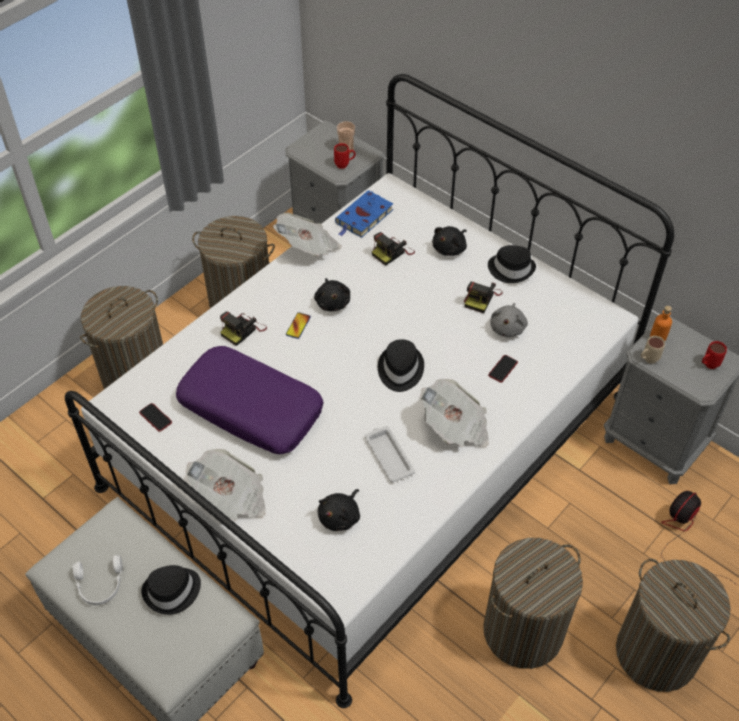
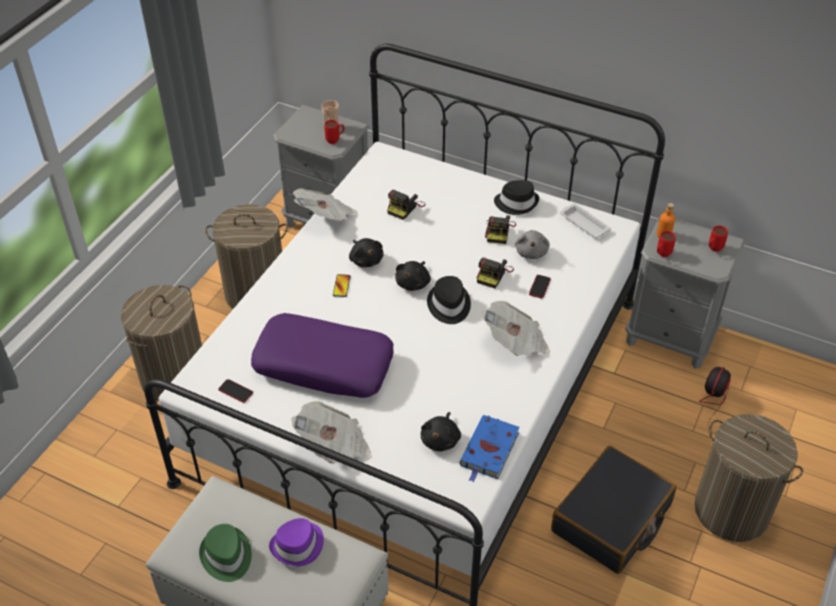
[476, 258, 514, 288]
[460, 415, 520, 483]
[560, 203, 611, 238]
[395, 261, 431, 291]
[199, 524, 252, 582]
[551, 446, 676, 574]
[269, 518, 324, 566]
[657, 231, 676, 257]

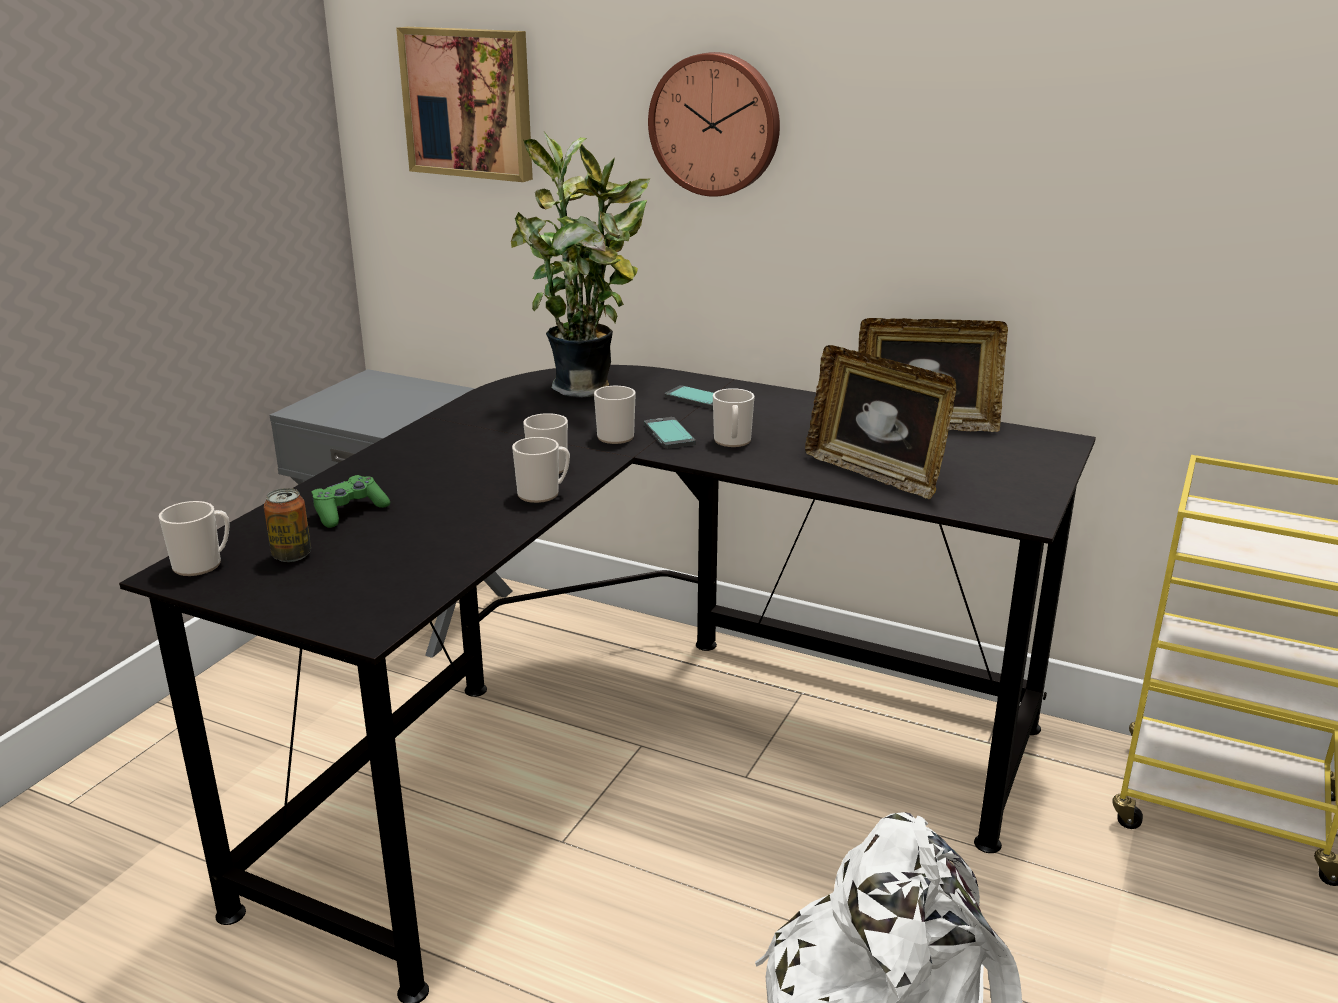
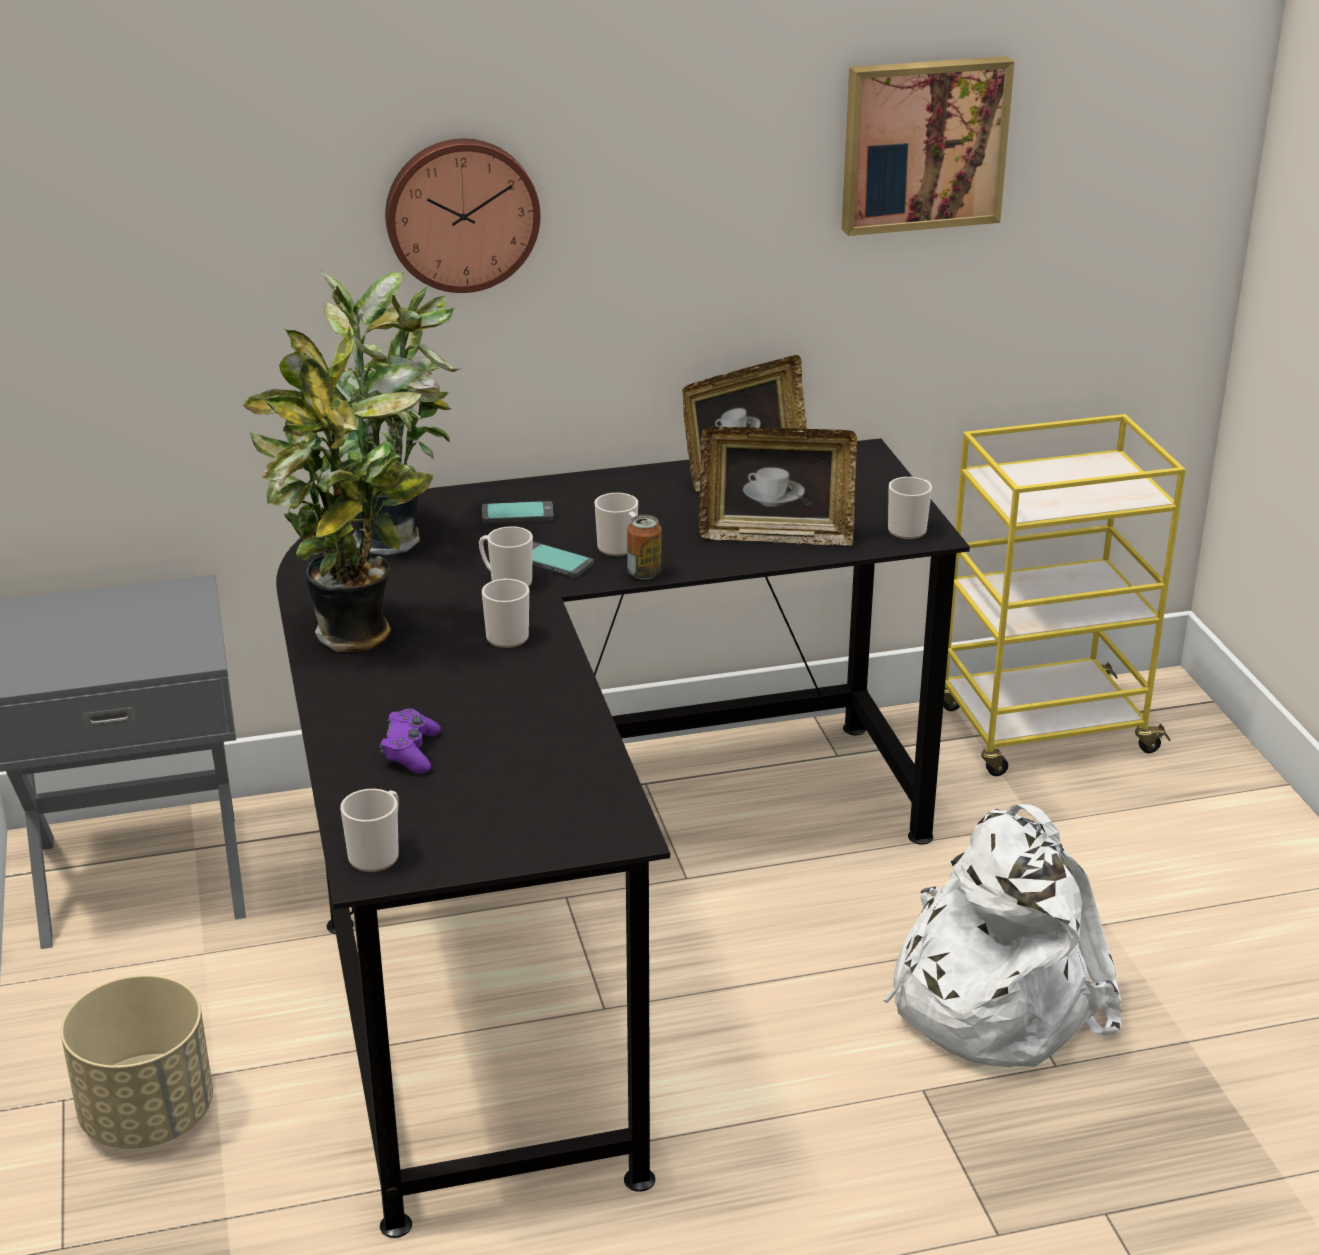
[61, 975, 213, 1149]
[242, 326, 433, 652]
[627, 515, 662, 580]
[842, 56, 1015, 236]
[888, 477, 932, 539]
[380, 708, 441, 774]

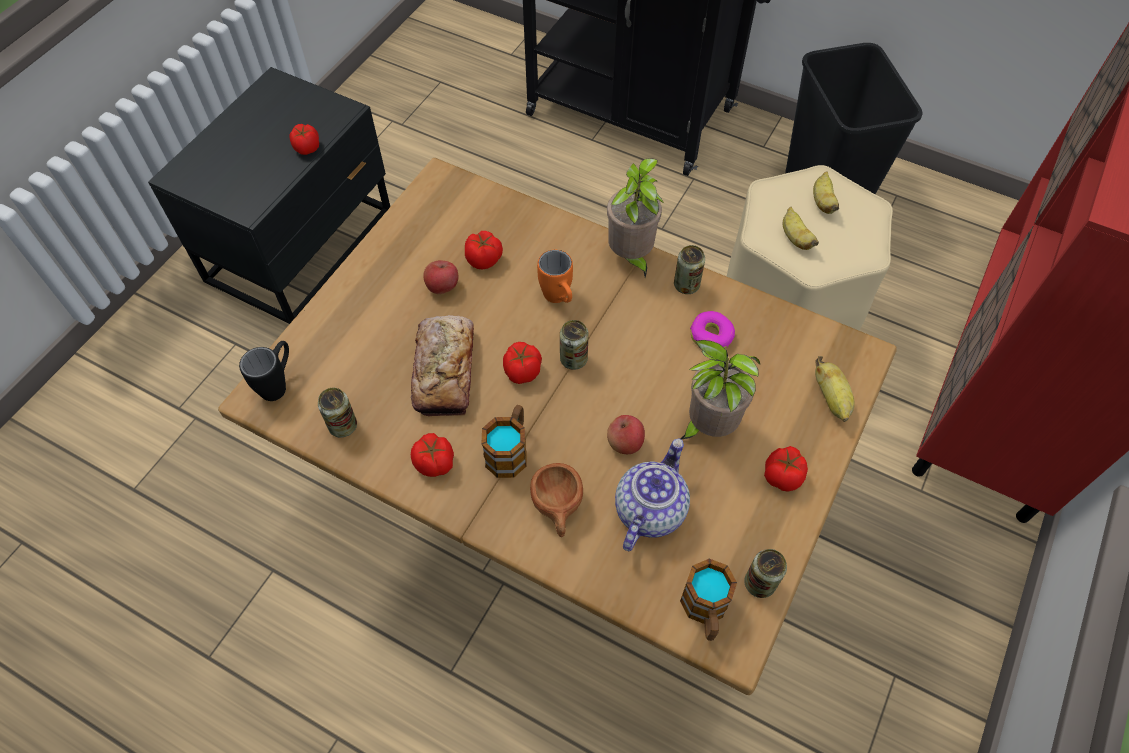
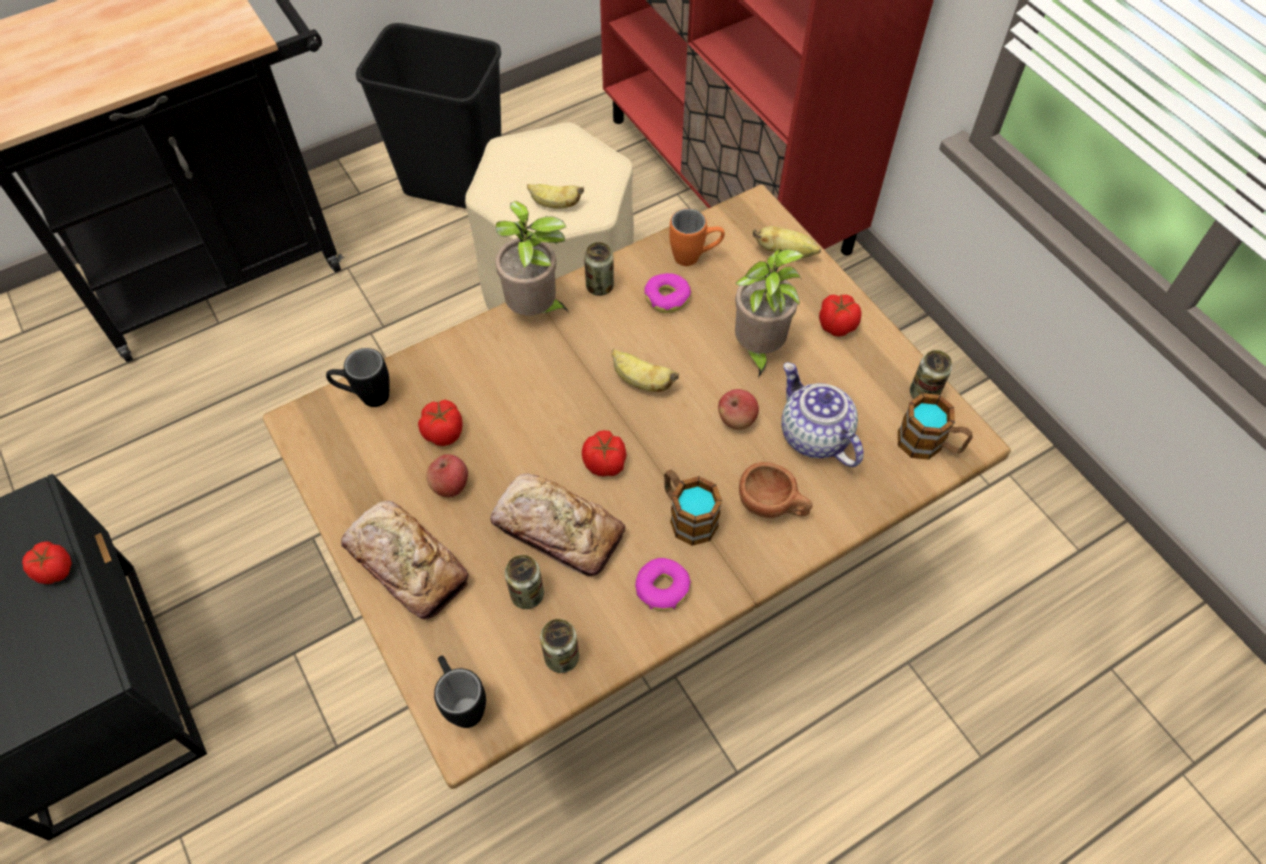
[326, 348, 390, 407]
[341, 501, 469, 619]
[669, 208, 725, 266]
[505, 555, 544, 609]
[612, 349, 679, 392]
[635, 558, 691, 611]

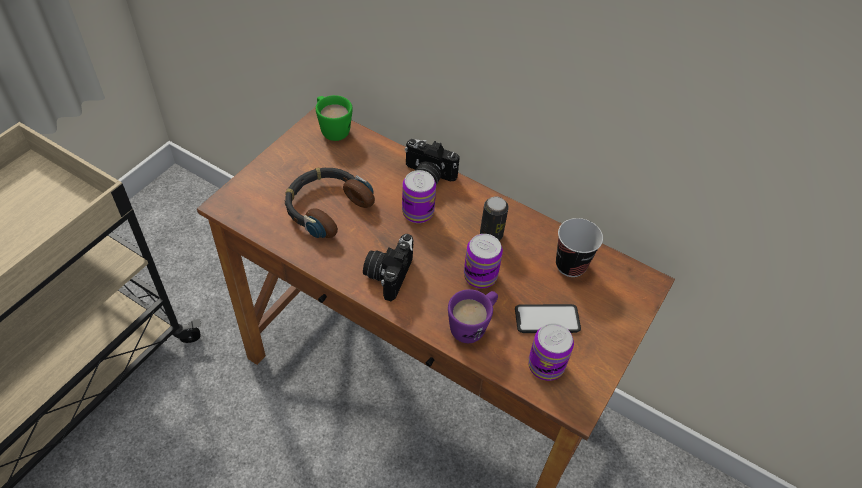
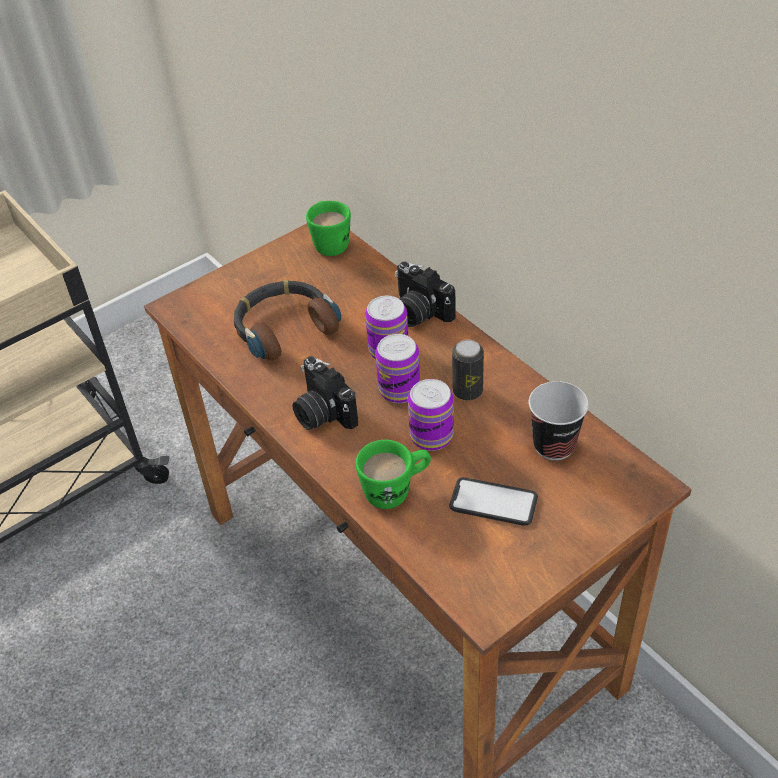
[375, 334, 420, 403]
[356, 440, 431, 509]
[292, 356, 358, 430]

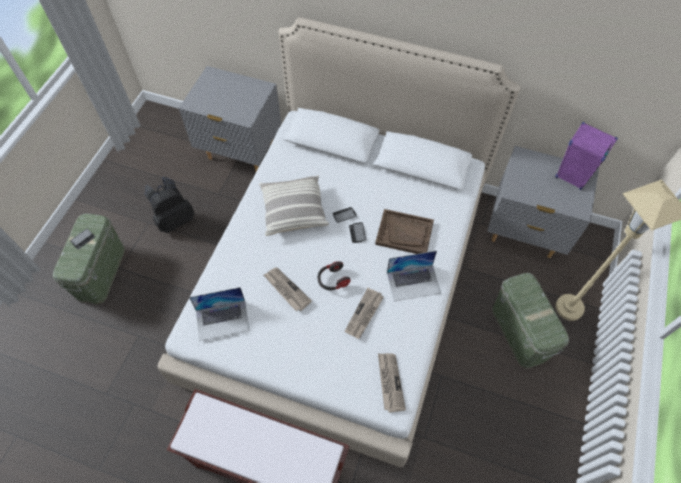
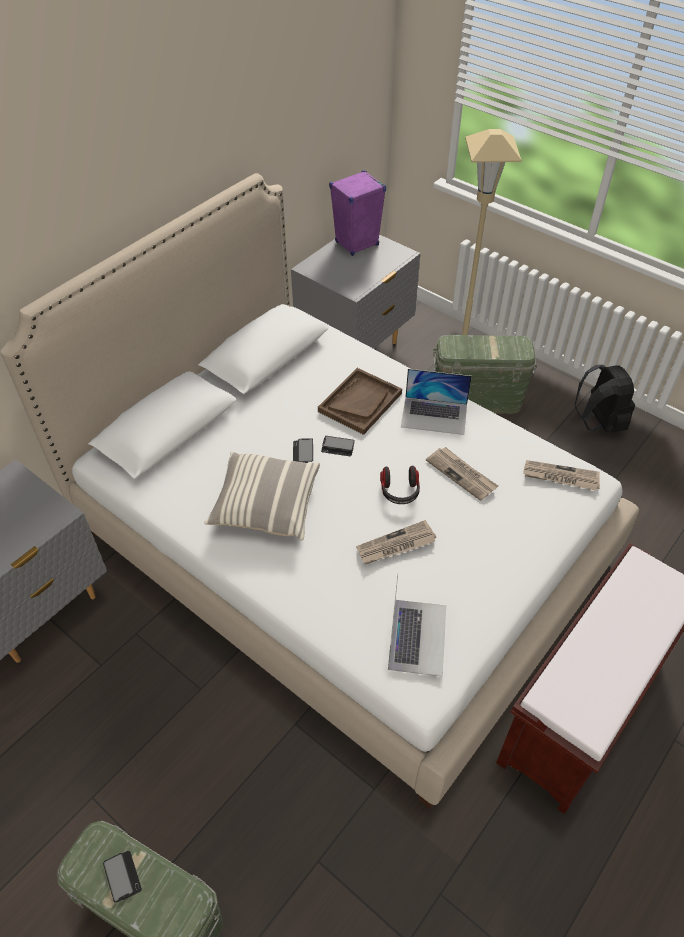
[574, 365, 635, 433]
[401, 369, 472, 435]

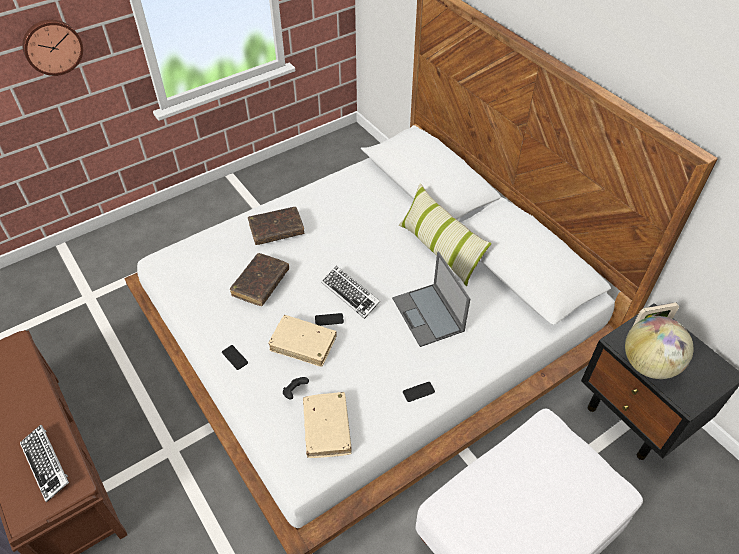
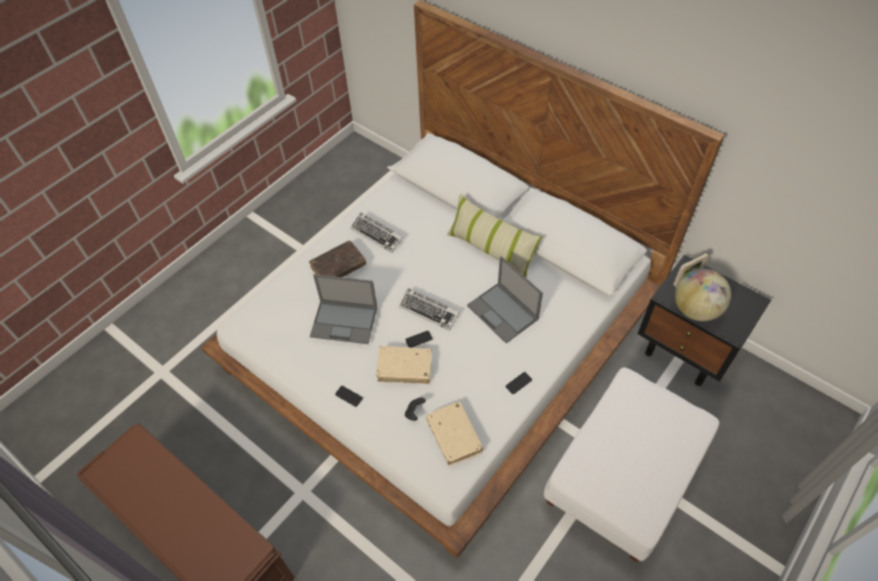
[22, 20, 83, 76] (first image)
[350, 212, 403, 253]
[310, 274, 378, 344]

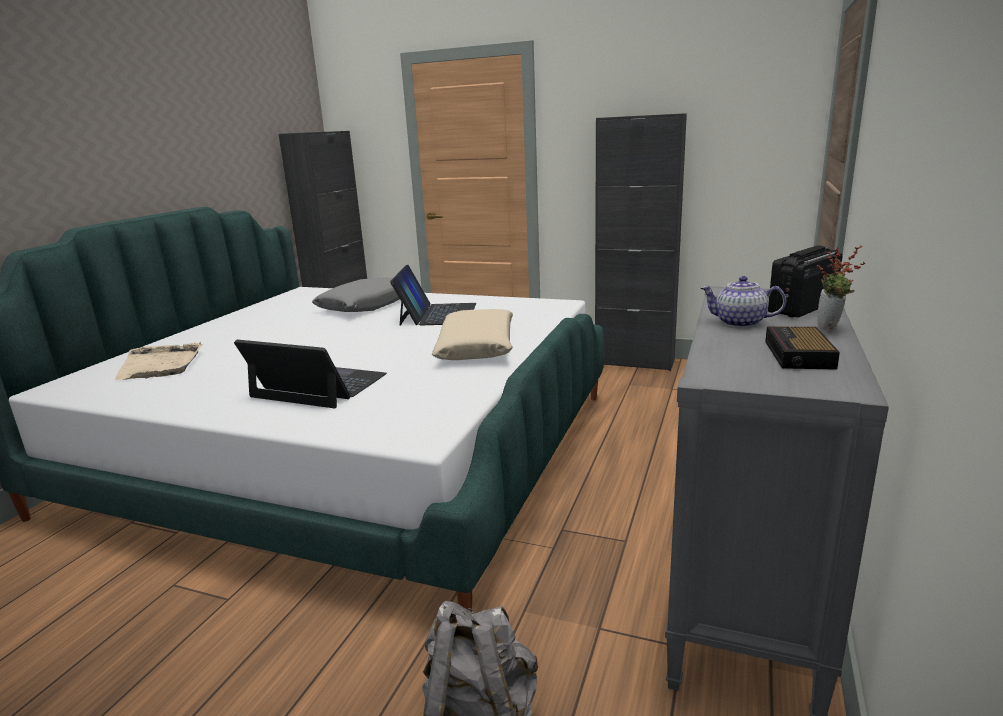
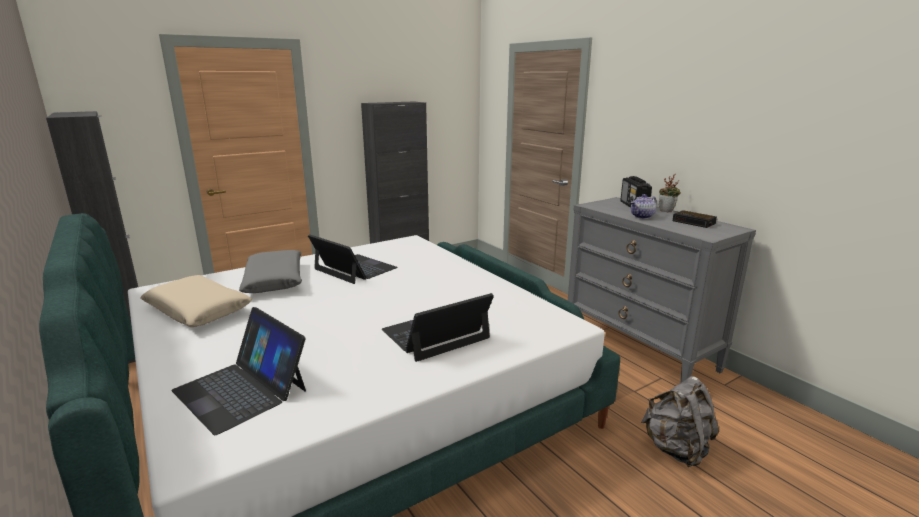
[141, 275, 252, 327]
[172, 307, 306, 435]

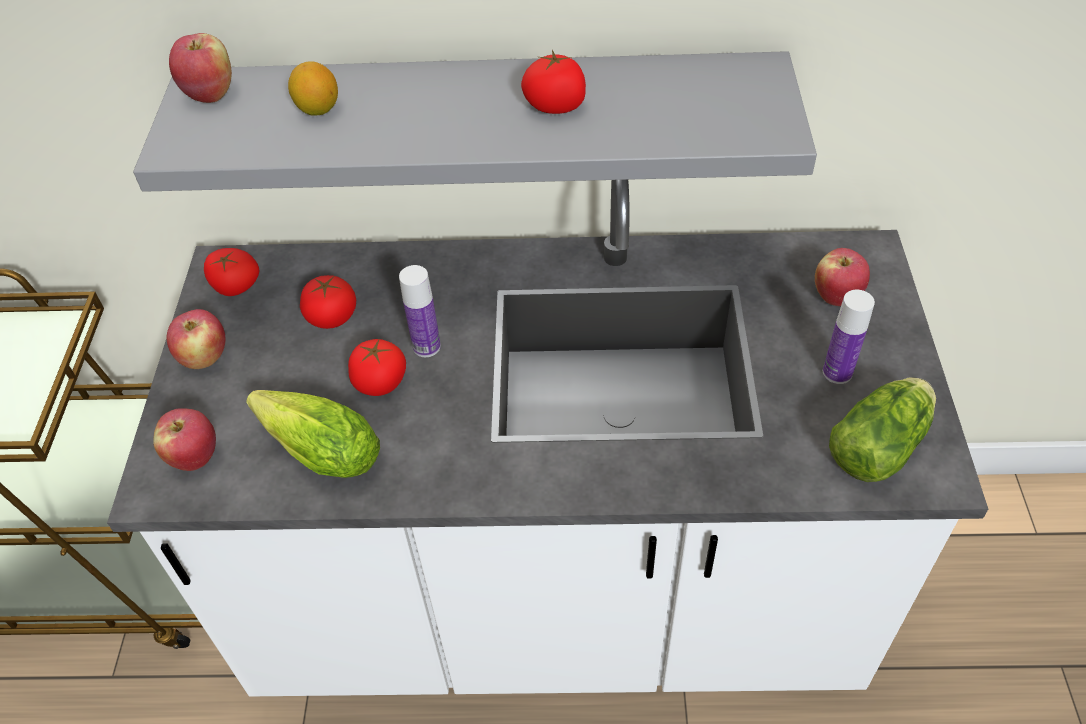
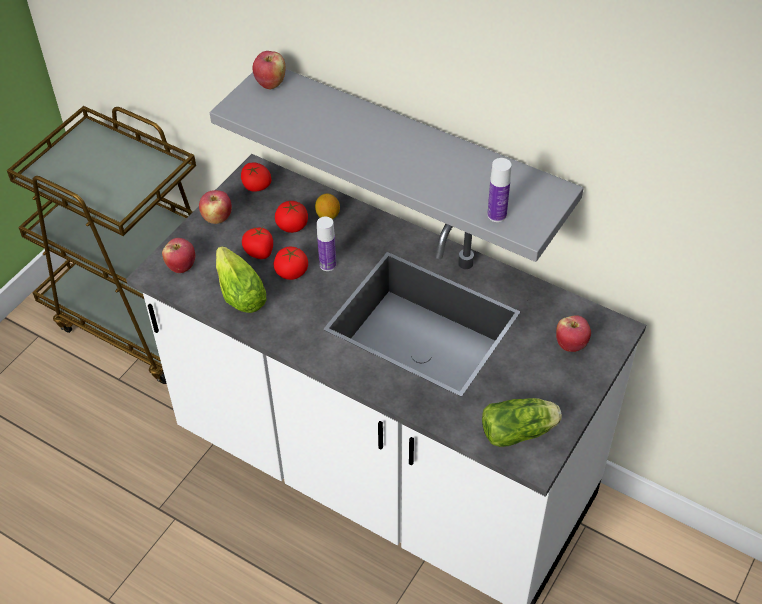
[315, 193, 340, 219]
[242, 227, 273, 259]
[487, 158, 512, 222]

